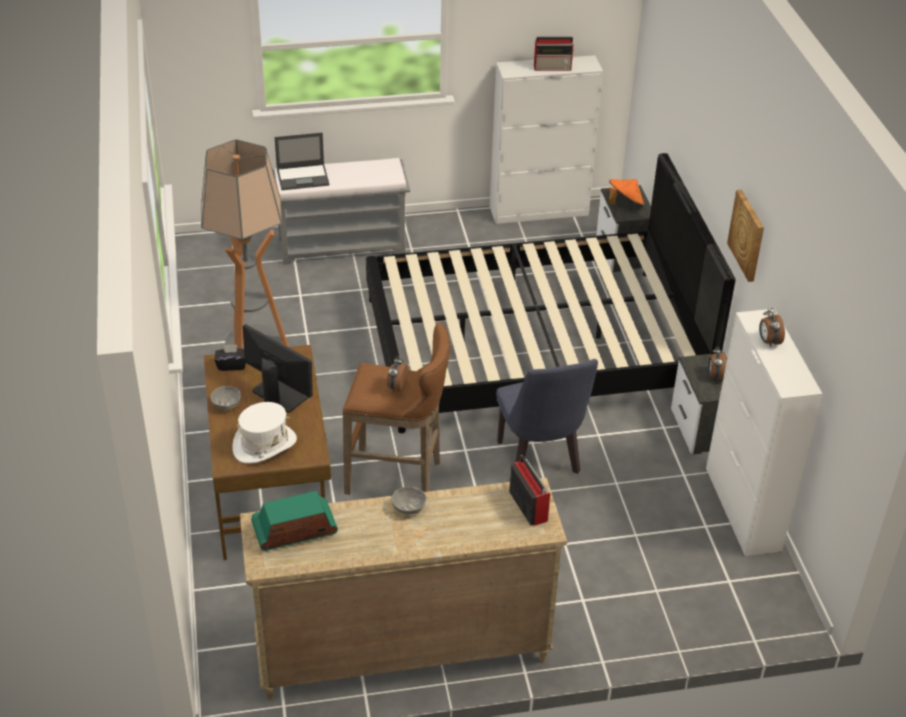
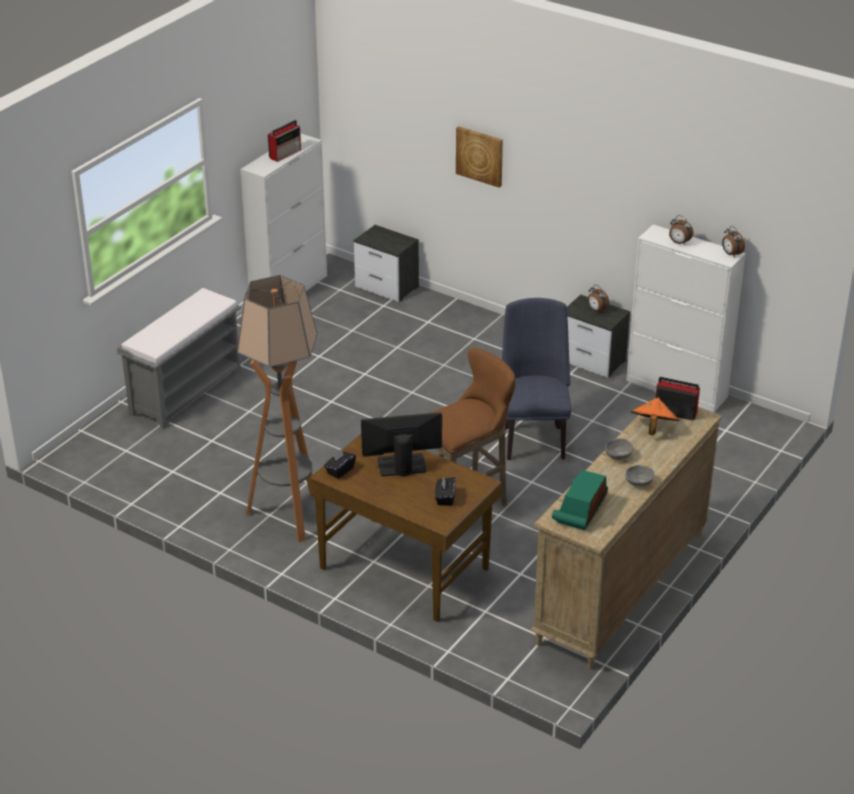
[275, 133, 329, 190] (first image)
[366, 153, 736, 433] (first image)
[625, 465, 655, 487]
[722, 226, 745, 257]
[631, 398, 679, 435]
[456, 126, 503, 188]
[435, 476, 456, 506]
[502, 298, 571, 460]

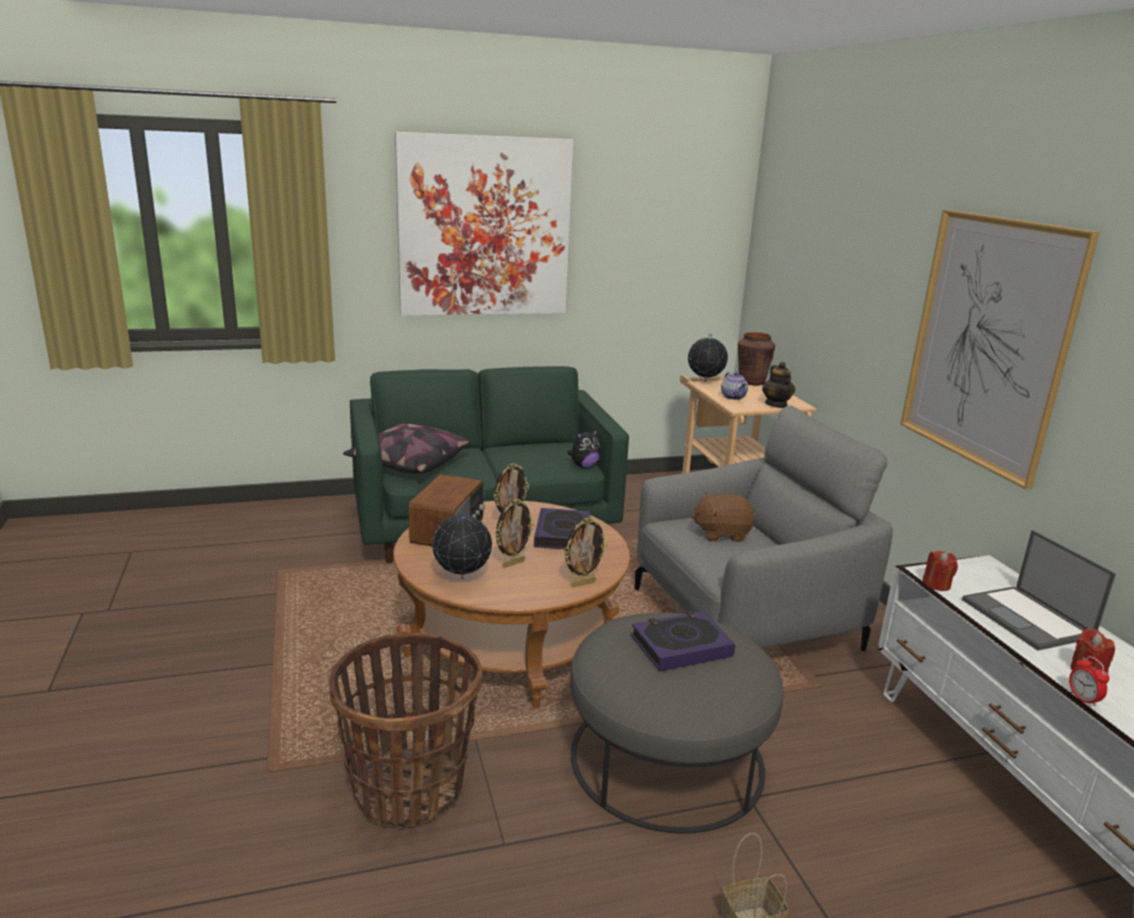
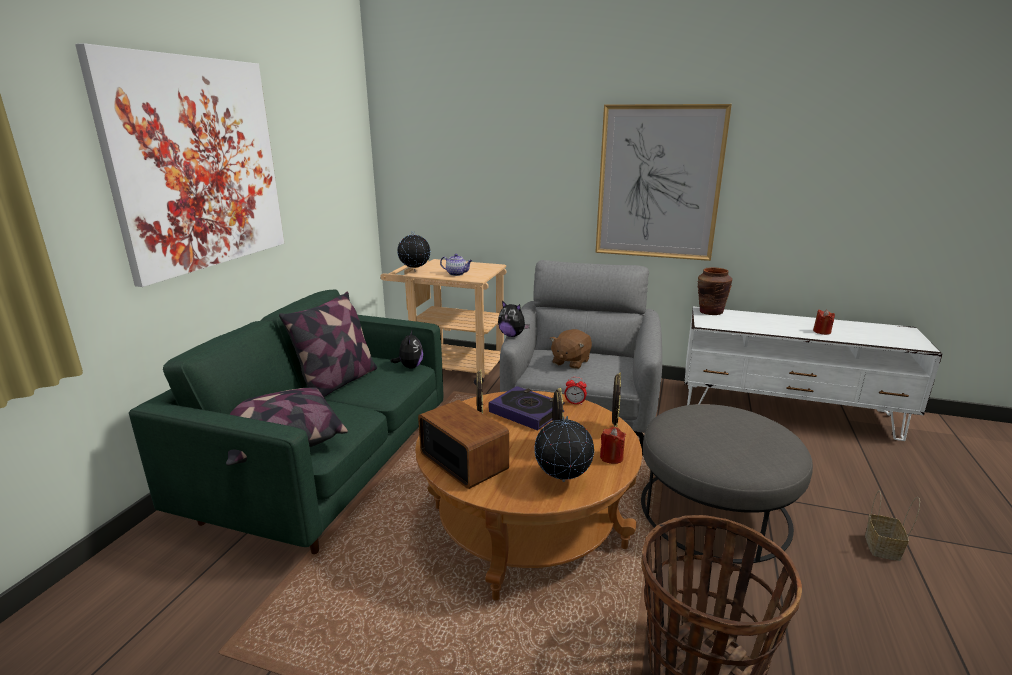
[631, 611, 735, 671] (first image)
[762, 362, 795, 408] (first image)
[962, 530, 1116, 651] (first image)
[279, 291, 377, 397]
[498, 301, 530, 337]
[698, 267, 732, 315]
[600, 427, 626, 464]
[565, 377, 587, 405]

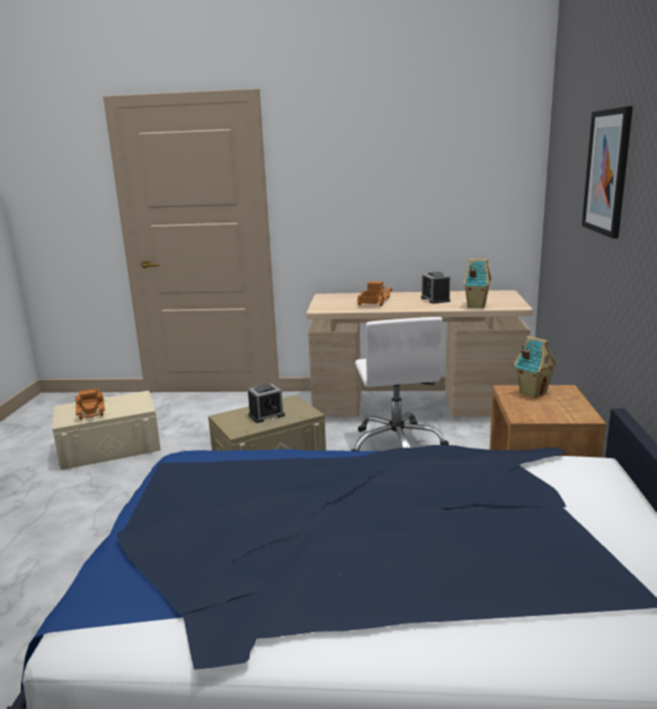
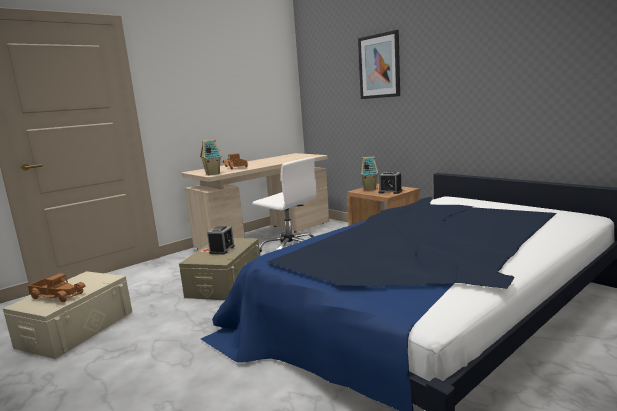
[378, 171, 402, 194]
[200, 139, 221, 175]

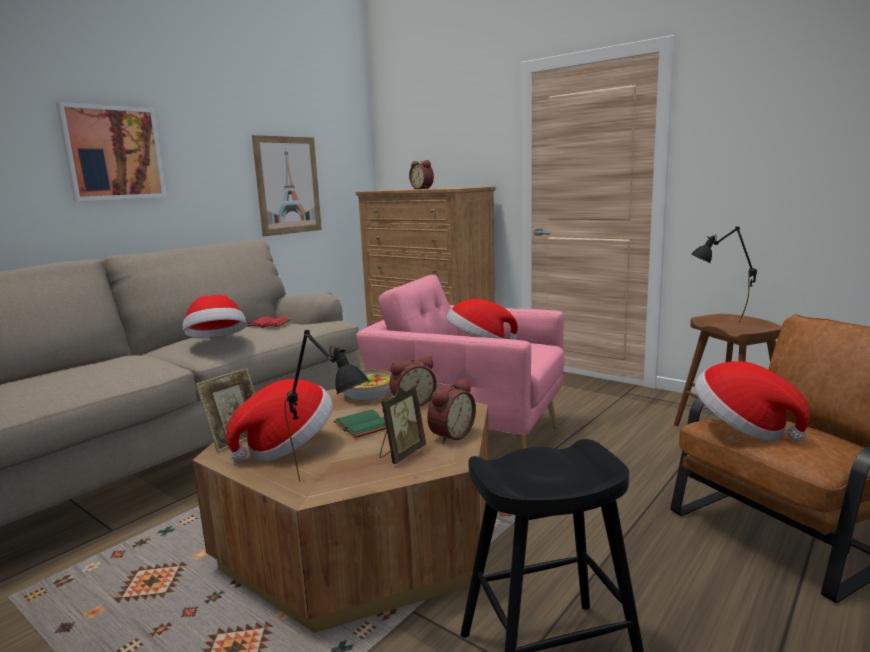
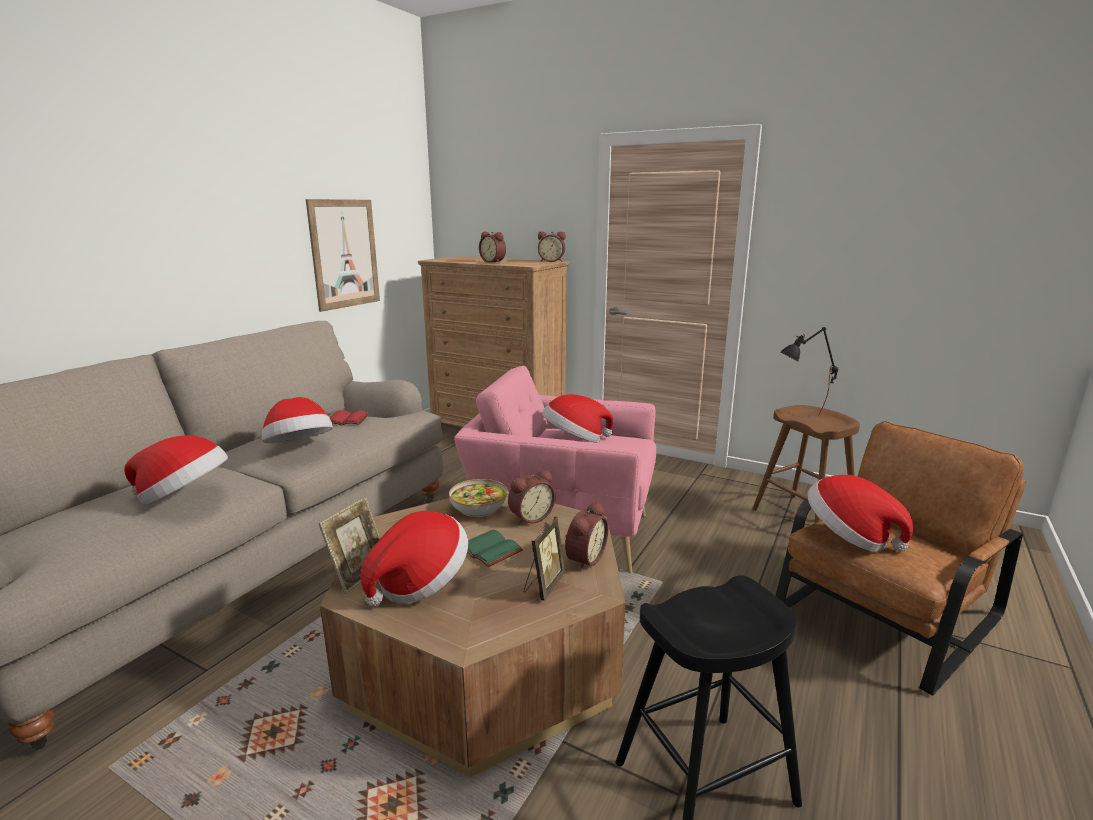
[56, 102, 167, 201] (first image)
[284, 330, 369, 482] (first image)
[124, 435, 228, 505]
[538, 232, 566, 262]

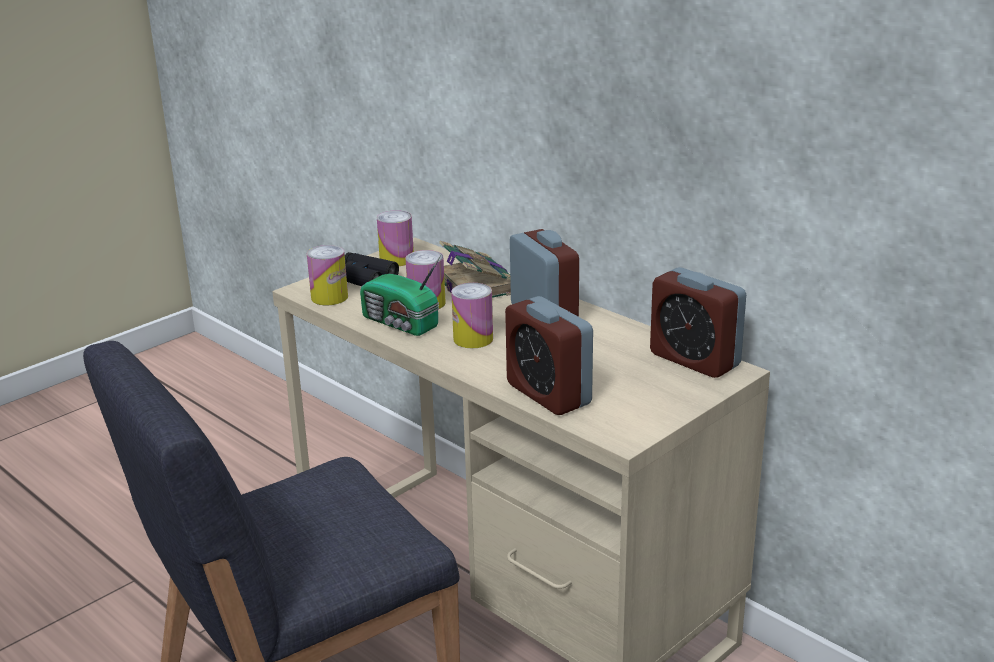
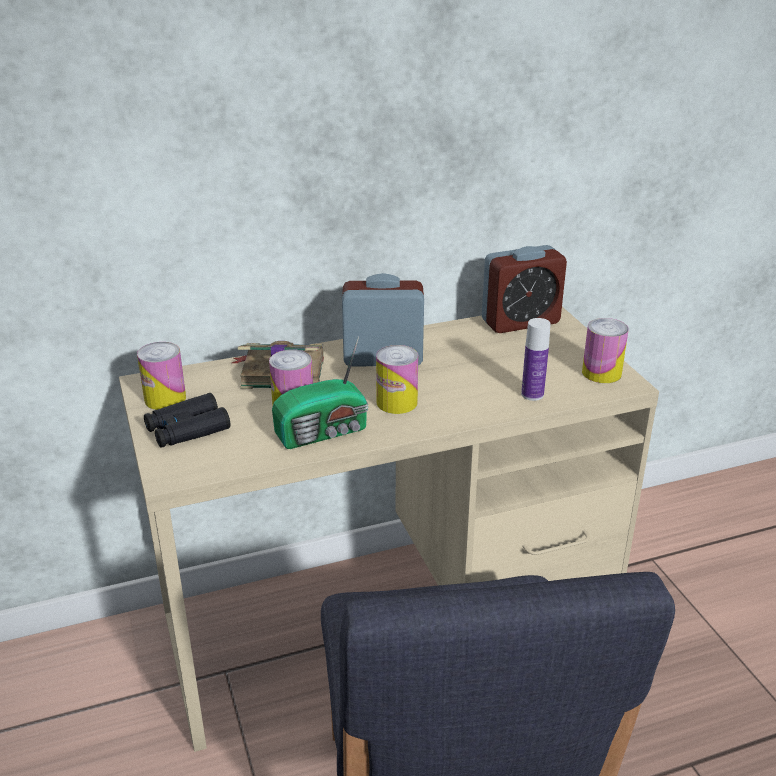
[582, 318, 629, 383]
[521, 318, 551, 401]

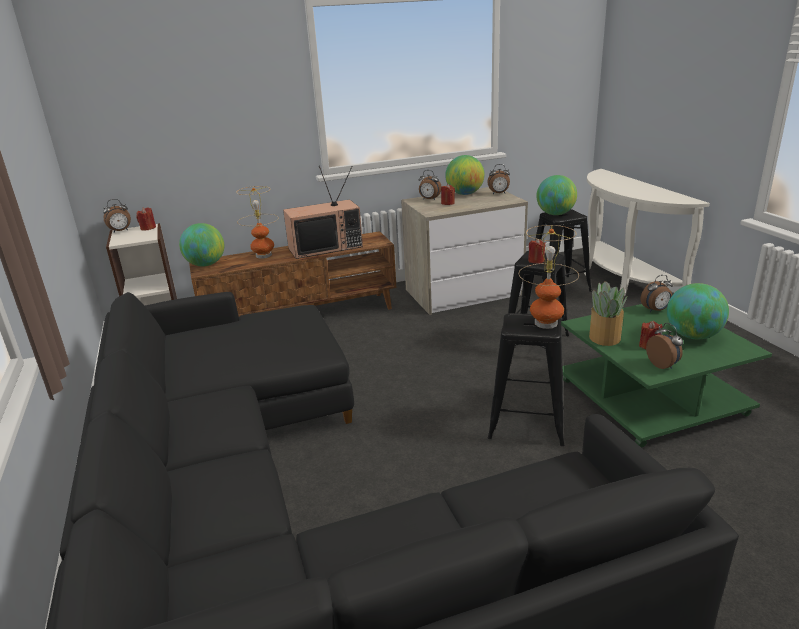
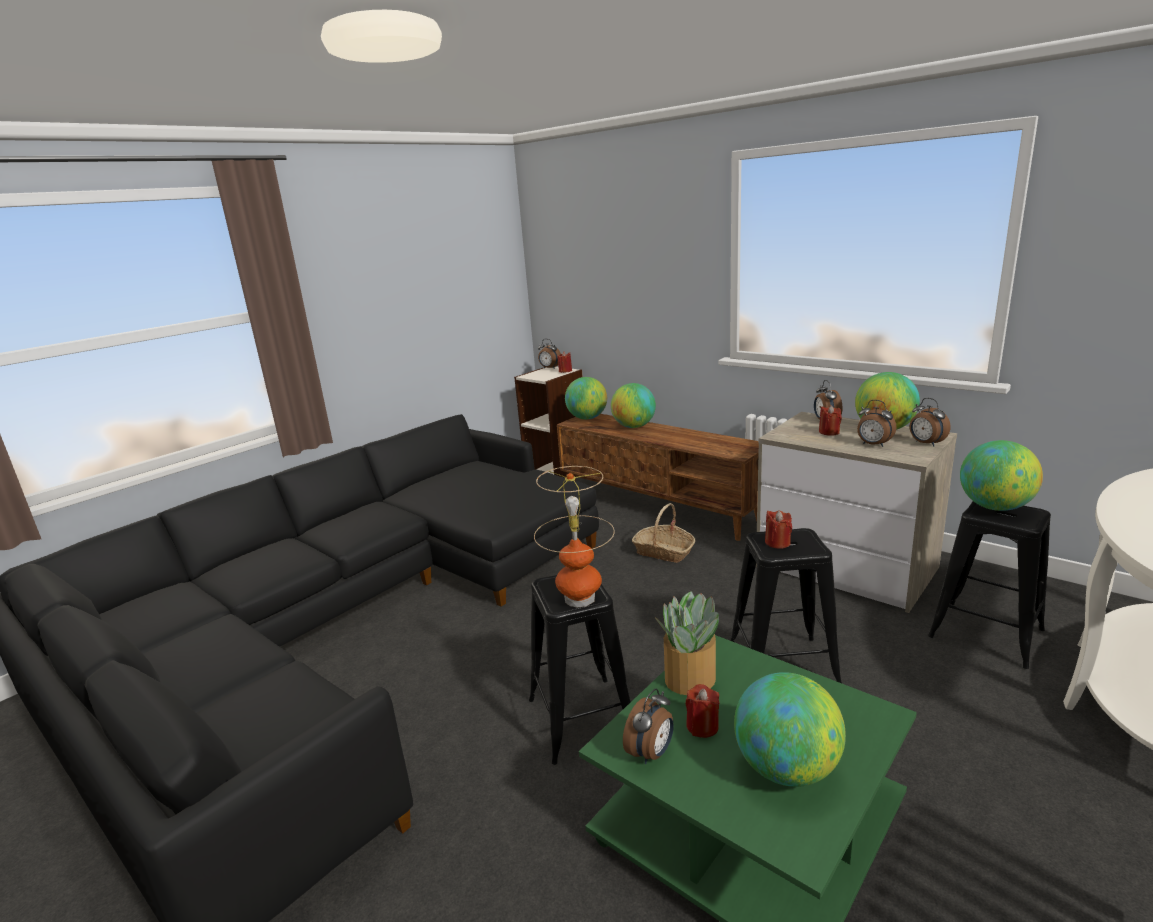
[283, 165, 363, 259] (first image)
[632, 503, 696, 563]
[857, 400, 896, 447]
[611, 383, 656, 428]

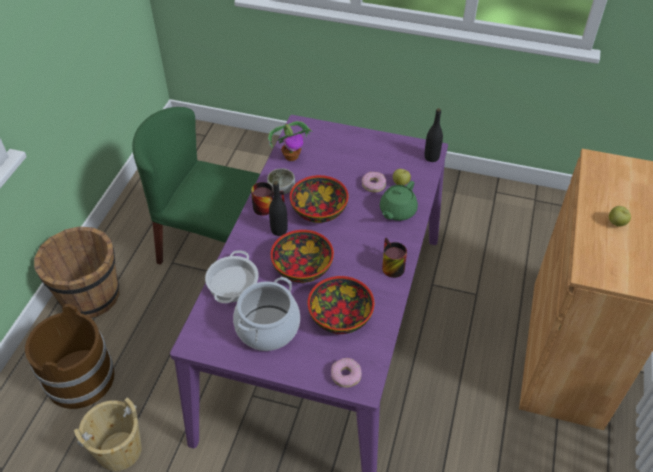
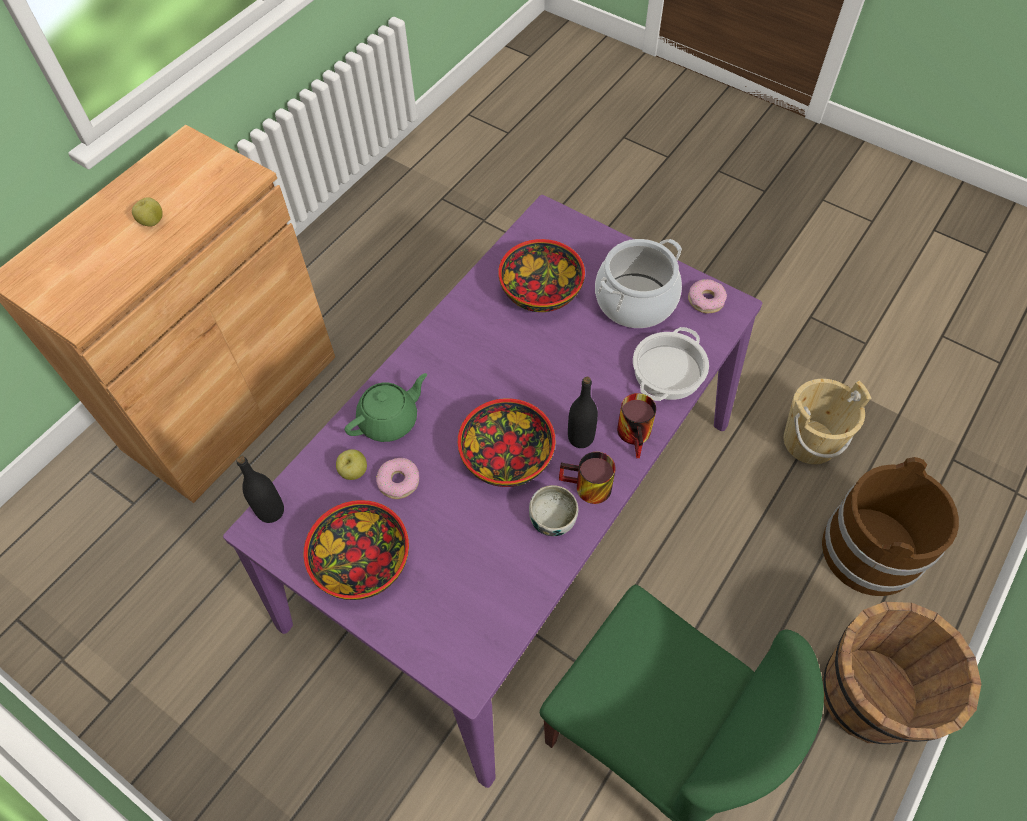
[268, 121, 313, 161] (first image)
[303, 500, 409, 600]
[688, 279, 727, 313]
[617, 393, 656, 458]

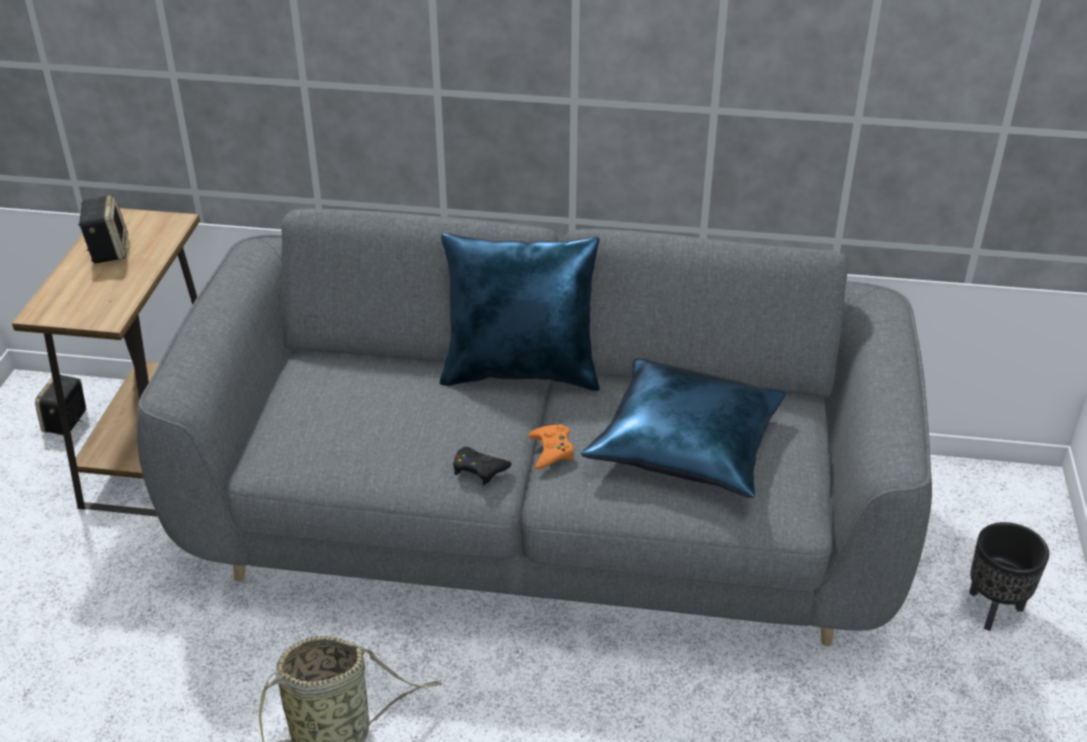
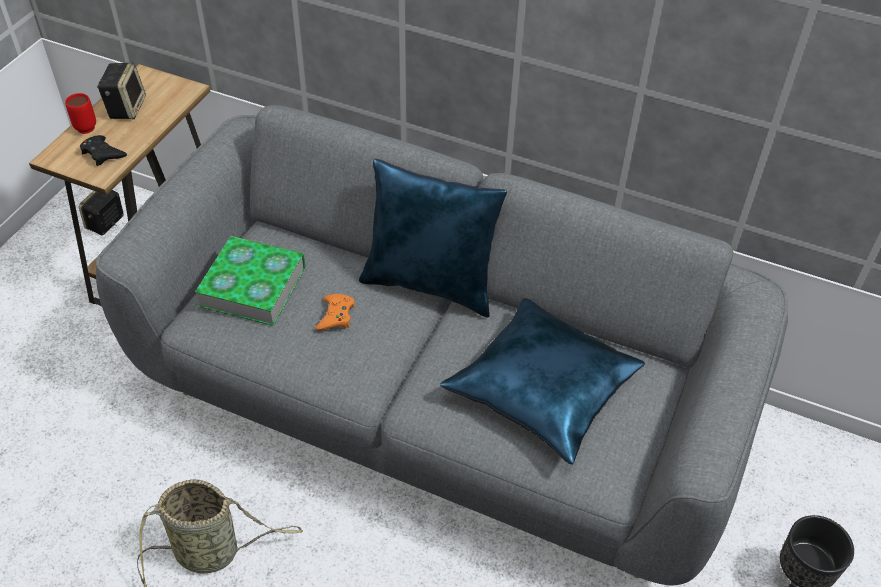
[65, 93, 96, 134]
[195, 236, 306, 326]
[80, 135, 127, 166]
[315, 294, 355, 330]

